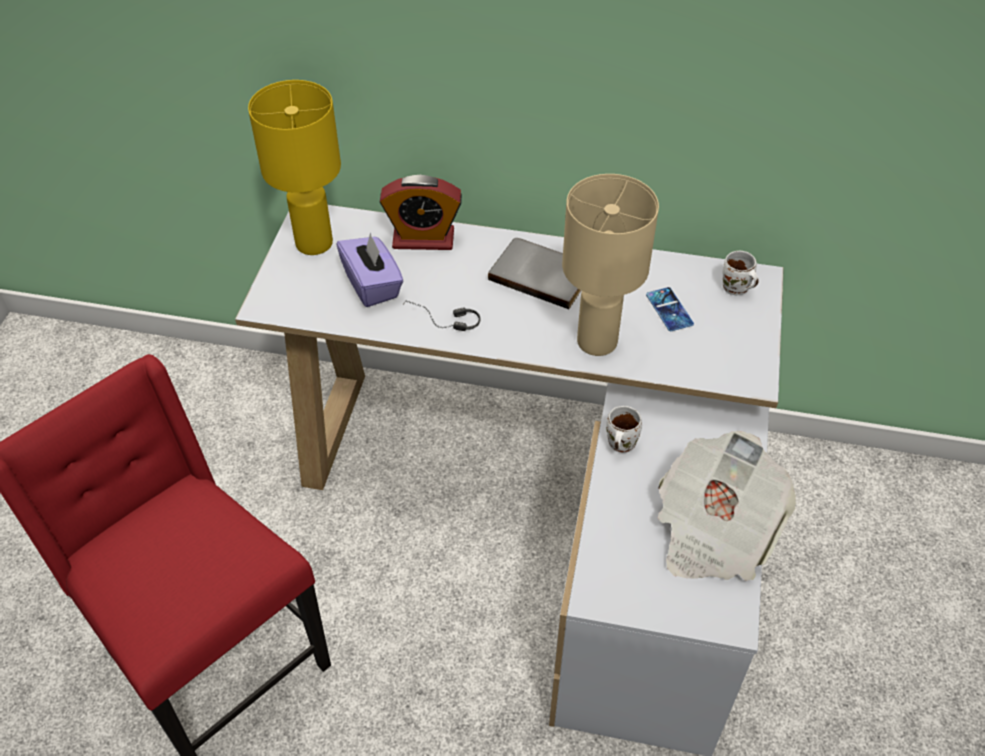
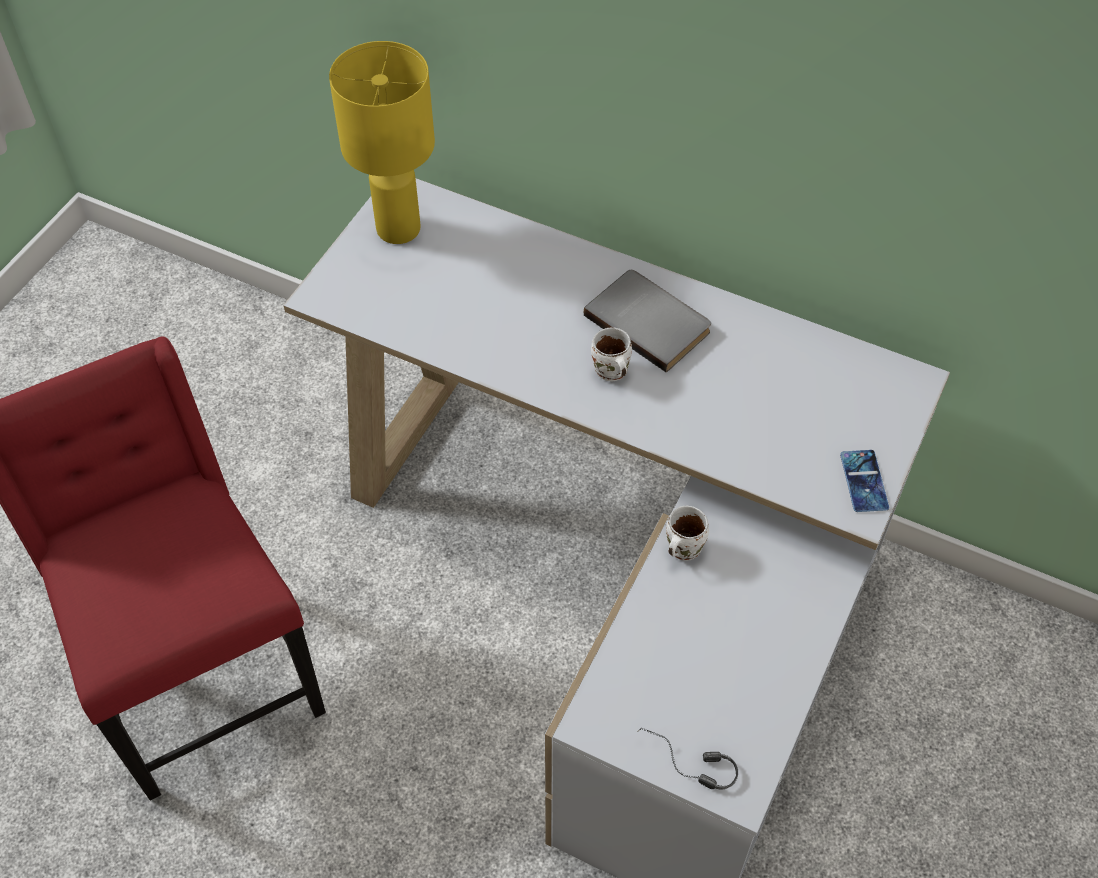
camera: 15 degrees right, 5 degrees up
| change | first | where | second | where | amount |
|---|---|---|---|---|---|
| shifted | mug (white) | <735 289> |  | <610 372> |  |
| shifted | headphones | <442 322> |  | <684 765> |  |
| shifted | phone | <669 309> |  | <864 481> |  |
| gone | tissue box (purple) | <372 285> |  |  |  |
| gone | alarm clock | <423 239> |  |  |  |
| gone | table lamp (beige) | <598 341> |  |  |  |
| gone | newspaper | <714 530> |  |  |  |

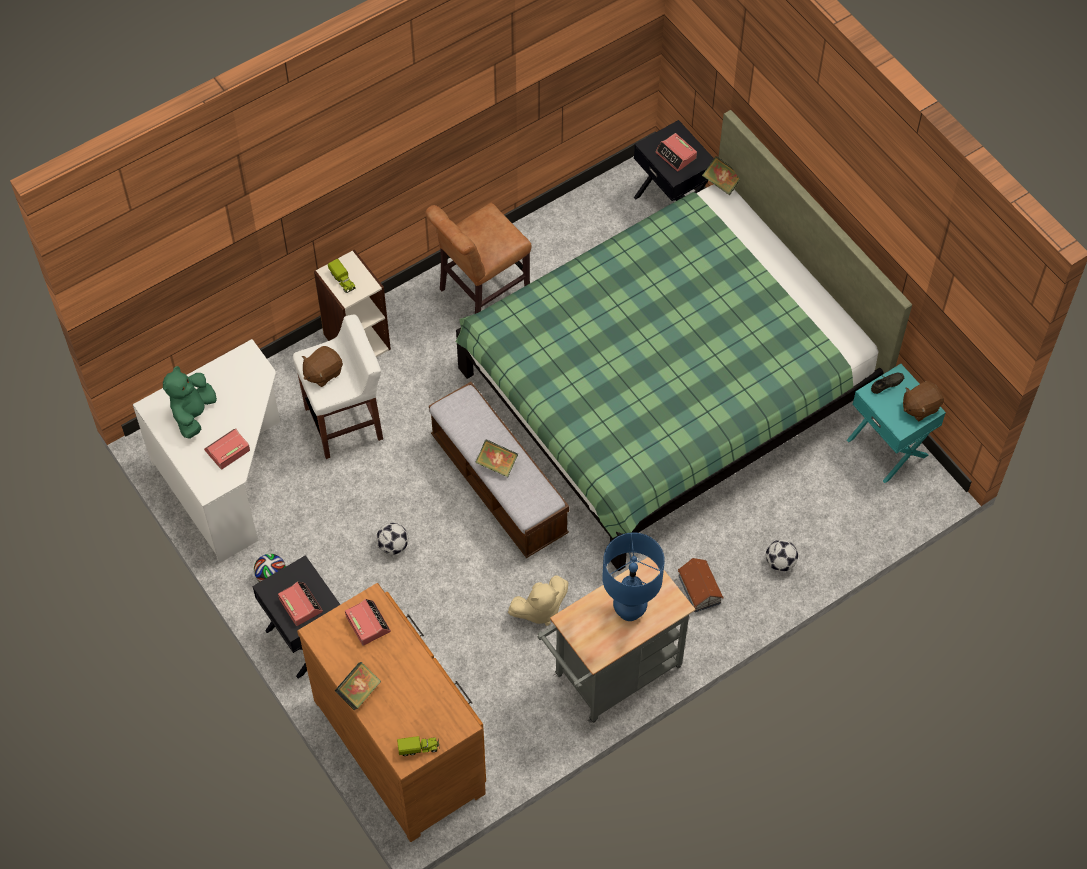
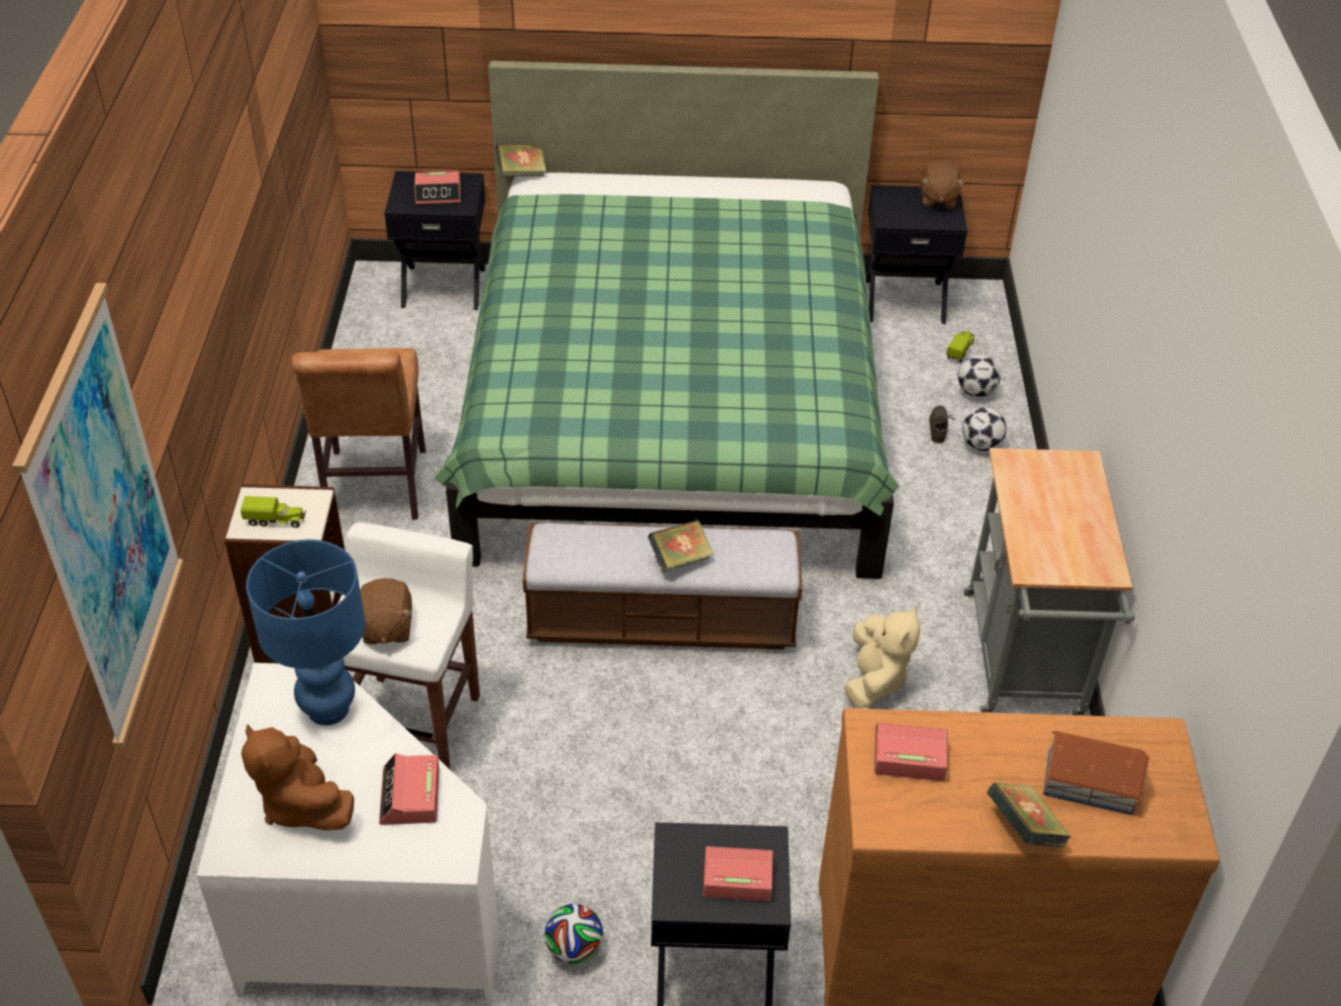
camera: 55 degrees left, 15 degrees down
| change | first | where | second | where | amount |
|---|---|---|---|---|---|
| new |  |  | picture | <105 521> |  |
| repainted | plush toy (green) | <193 414> | plush toy (brown) | <301 804> |  |
| shifted | table lamp (blue) | <629 610> |  | <327 709> |  |
| repainted | nightstand (turquoise) | <888 447> | nightstand (black) | <904 300> |  |
| shifted | shoe (grey) | <887 385> |  | <940 428> |  |
| shifted | toy truck | <419 748> |  | <960 350> |  |
| shifted | football | <393 546> |  | <975 392> |  |
| shifted | toy house | <699 589> |  | <1089 781> |  |

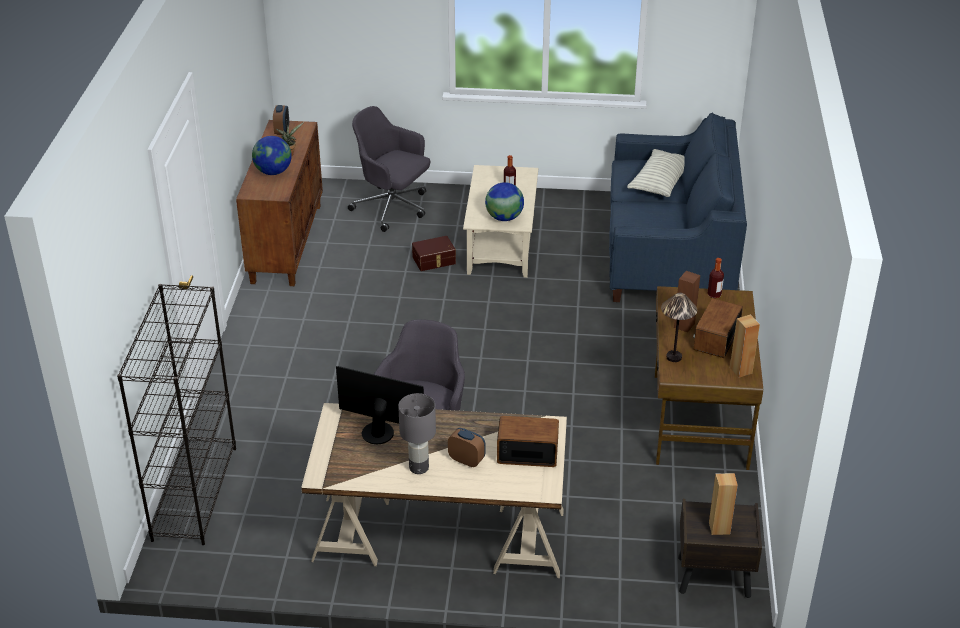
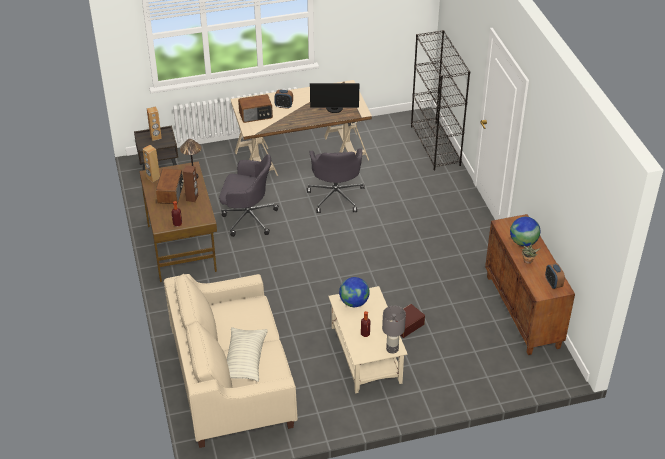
camera: 160 degrees right, 5 degrees up
| change | first | where | second | where | amount |
|---|---|---|---|---|---|
| repainted | sofa (blue) | <669 252> | sofa (beige) | <232 381> |  |
| shifted | office chair (grey) | <393 208> |  | <248 218> |  |
| shifted | table lamp (grey) | <419 468> |  | <392 349> |  |

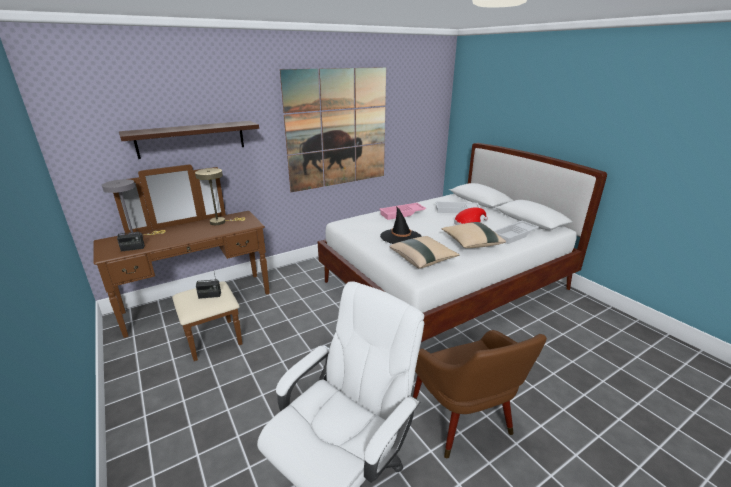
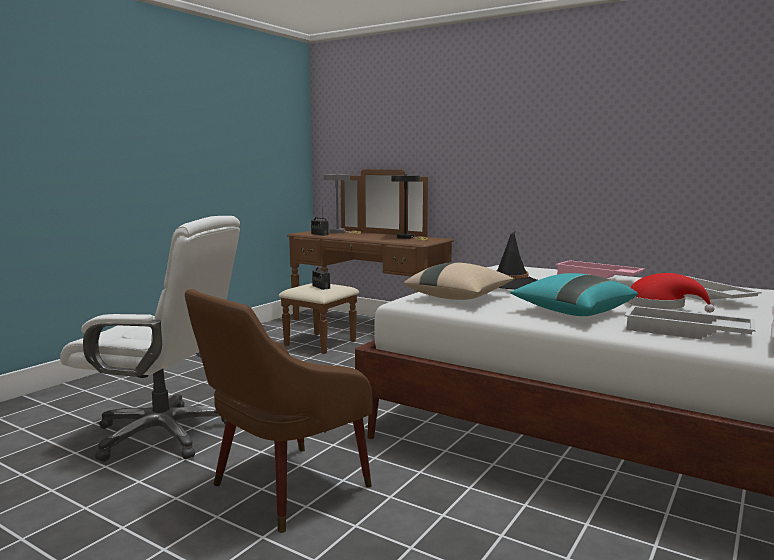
camera: 65 degrees right, 15 degrees down
| change | first | where | second | where | amount |
|---|---|---|---|---|---|
| repainted | table lamp (beige) | <221 222> | table lamp (black) | <407 238> |  |
| repainted | pillow (beige) | <471 243> | pillow (turquoise) | <572 312> |  |
| gone | shelf | <191 139> |  |  |  |
| gone | picture | <338 129> |  |  |  |

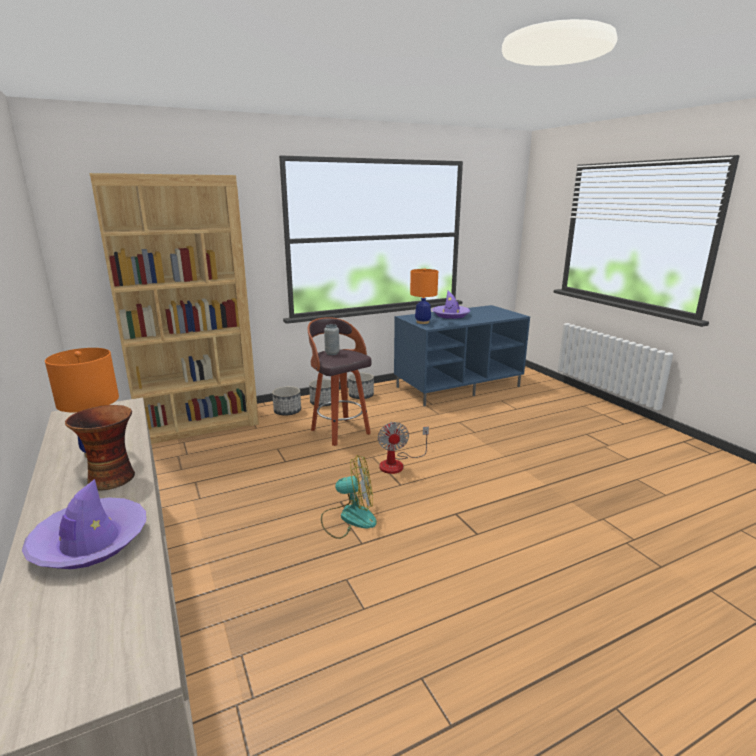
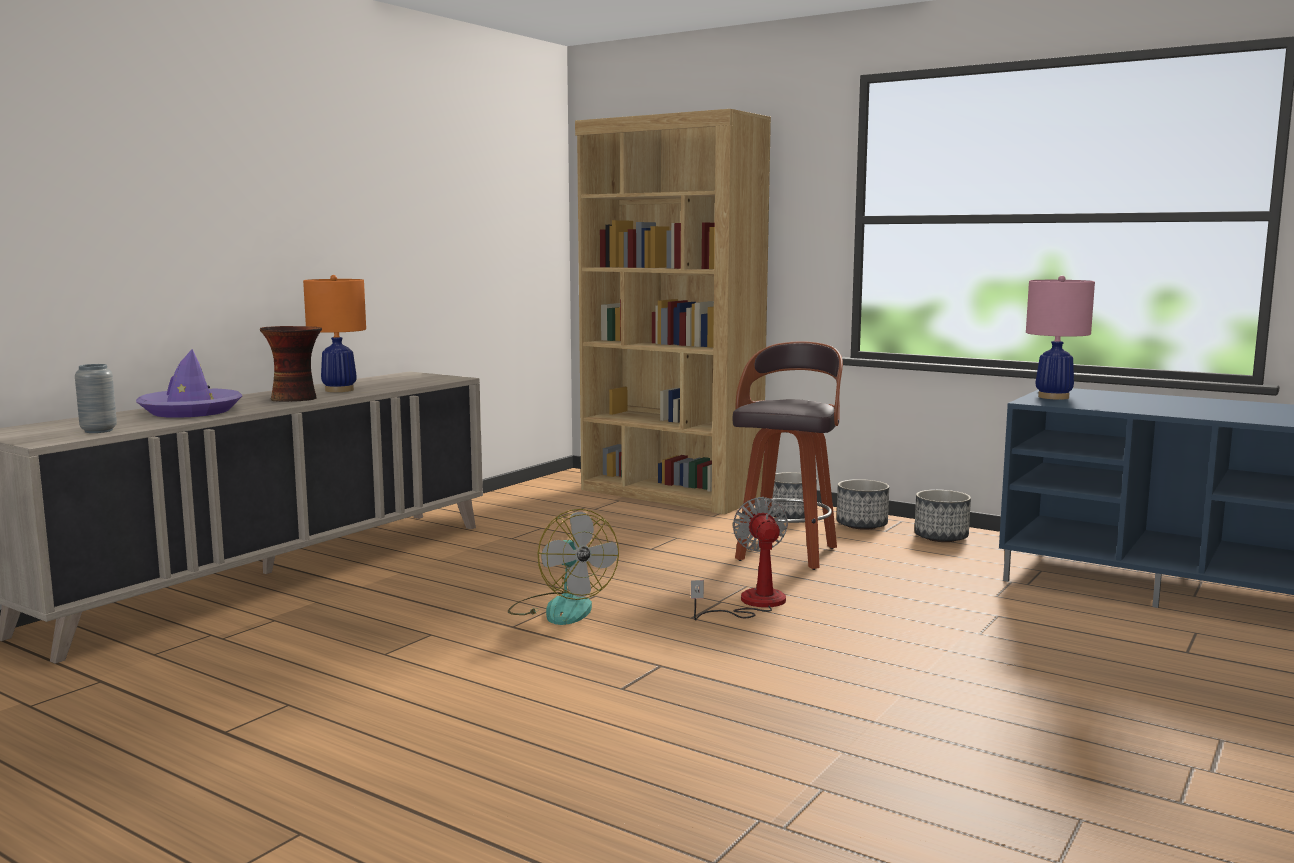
camera: 60 degrees right, 10 degrees down
| change | first | where | second | where | amount |
|---|---|---|---|---|---|
| shifted | vase (grey) | <332 353> |  | <98 431> |  |
| rotated | fan | <397 463> |  | <752 604> | 120 degrees clockwise |
| repainted | table lamp (orange) | <422 322> | table lamp (pink) | <1053 397> |  |
| gone | hat (purple) | <450 315> |  |  |  |

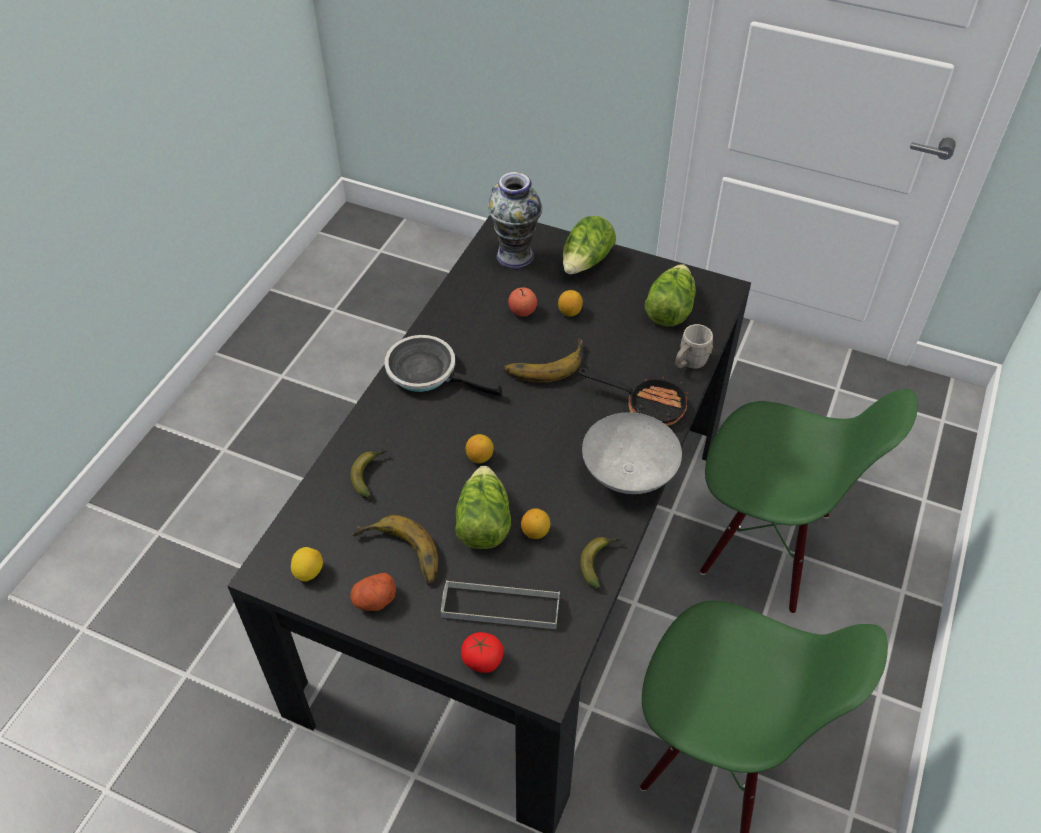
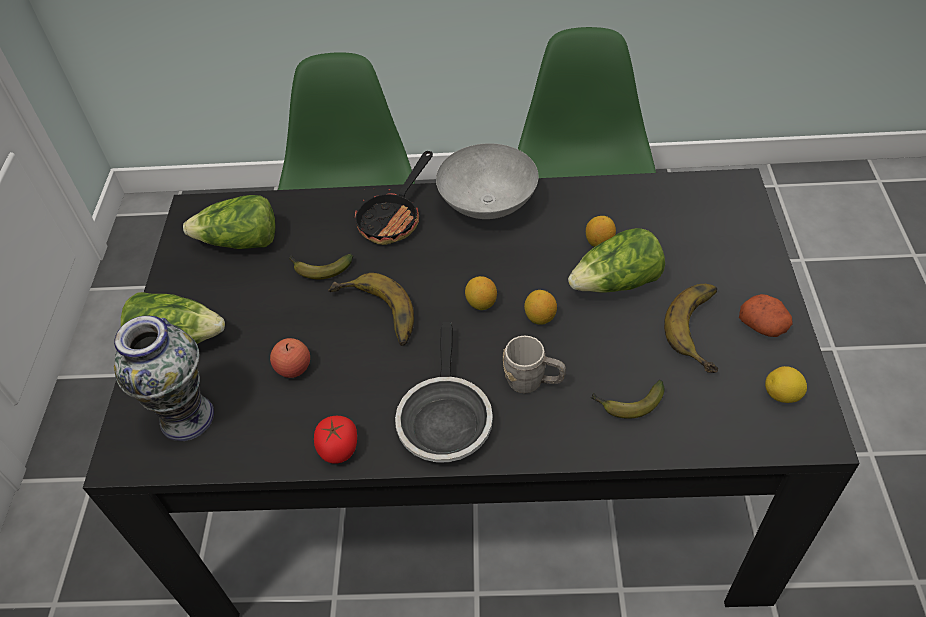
camera: 110 degrees left, 0 degrees up
| change | first | where | second | where | amount |
|---|---|---|---|---|---|
| shifted | banana | <599 562> |  | <319 269> |  |
| shifted | tomato | <482 660> |  | <339 449> |  |
| rotated | frying pan | <646 405> |  | <394 218> | 150 degrees counterclockwise |
| shifted | lemon | <569 312> |  | <481 304> |  |
| shifted | mug (grey) | <689 363> |  | <533 382> |  |
| gone | tray (grey) | <500 607> |  |  |  |

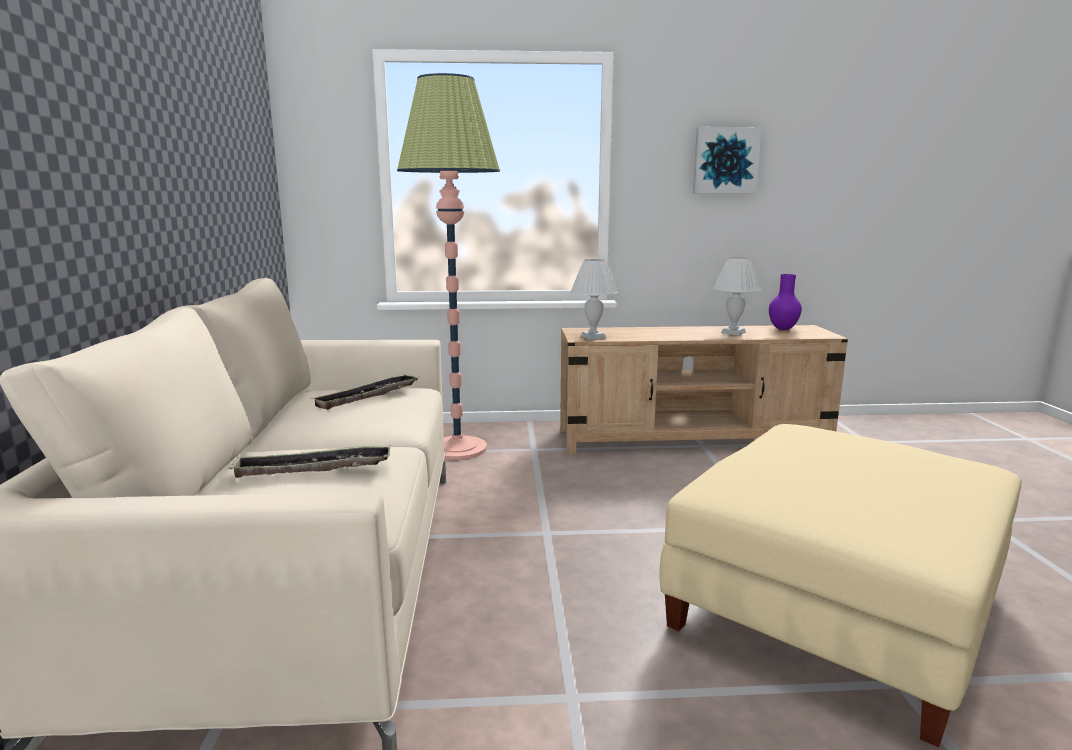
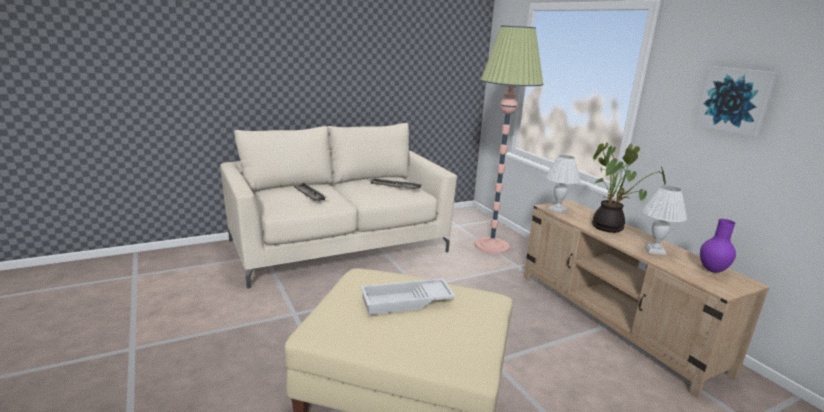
camera: 65 degrees right, 5 degrees up
| change | first | where | second | where | amount |
|---|---|---|---|---|---|
| new |  |  | tray (white) | <406 302> |  |
| new |  |  | potted plant | <610 227> |  |

